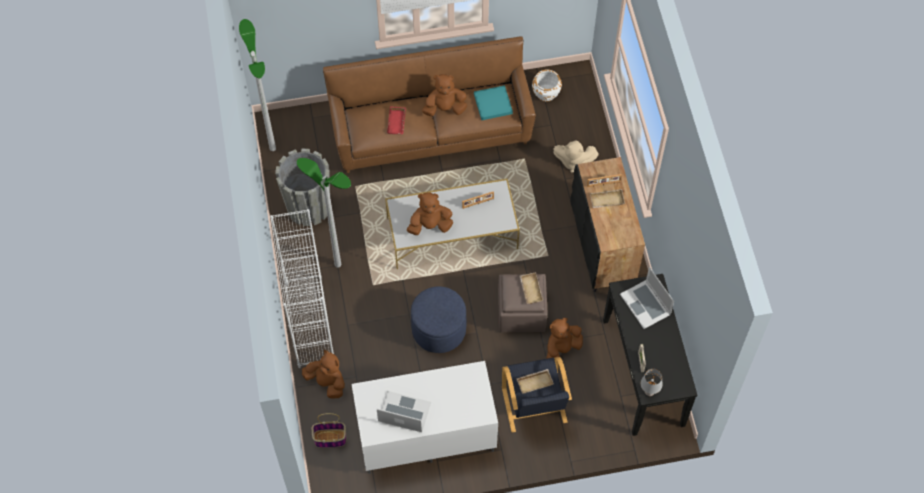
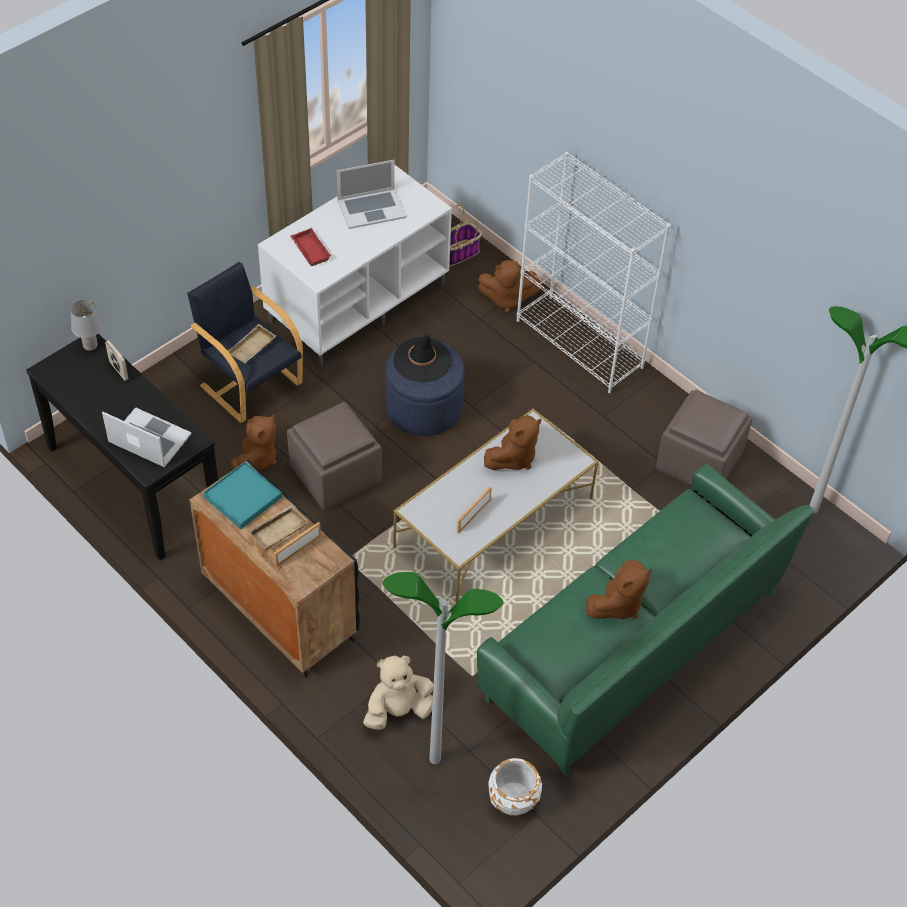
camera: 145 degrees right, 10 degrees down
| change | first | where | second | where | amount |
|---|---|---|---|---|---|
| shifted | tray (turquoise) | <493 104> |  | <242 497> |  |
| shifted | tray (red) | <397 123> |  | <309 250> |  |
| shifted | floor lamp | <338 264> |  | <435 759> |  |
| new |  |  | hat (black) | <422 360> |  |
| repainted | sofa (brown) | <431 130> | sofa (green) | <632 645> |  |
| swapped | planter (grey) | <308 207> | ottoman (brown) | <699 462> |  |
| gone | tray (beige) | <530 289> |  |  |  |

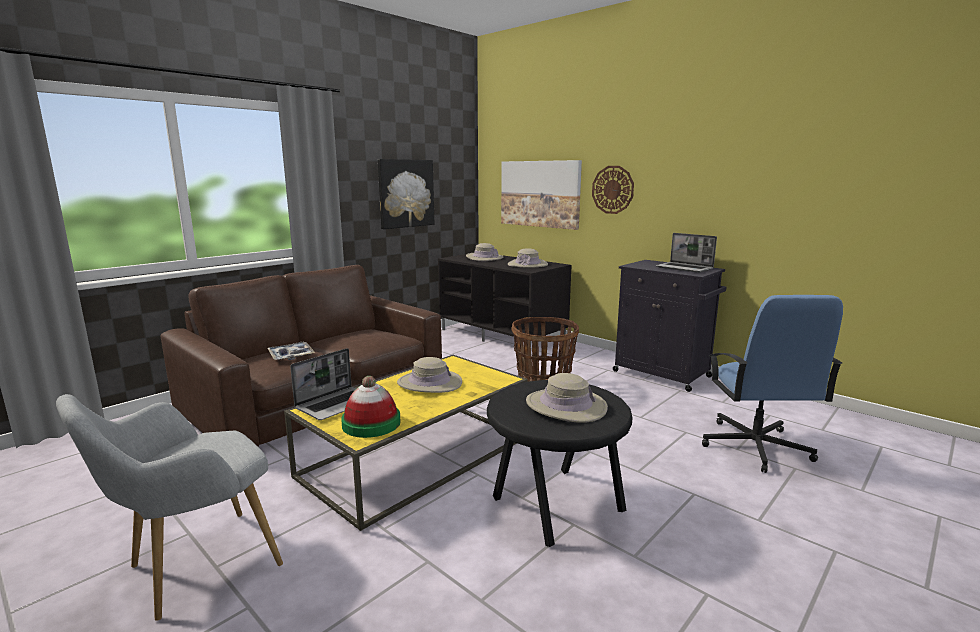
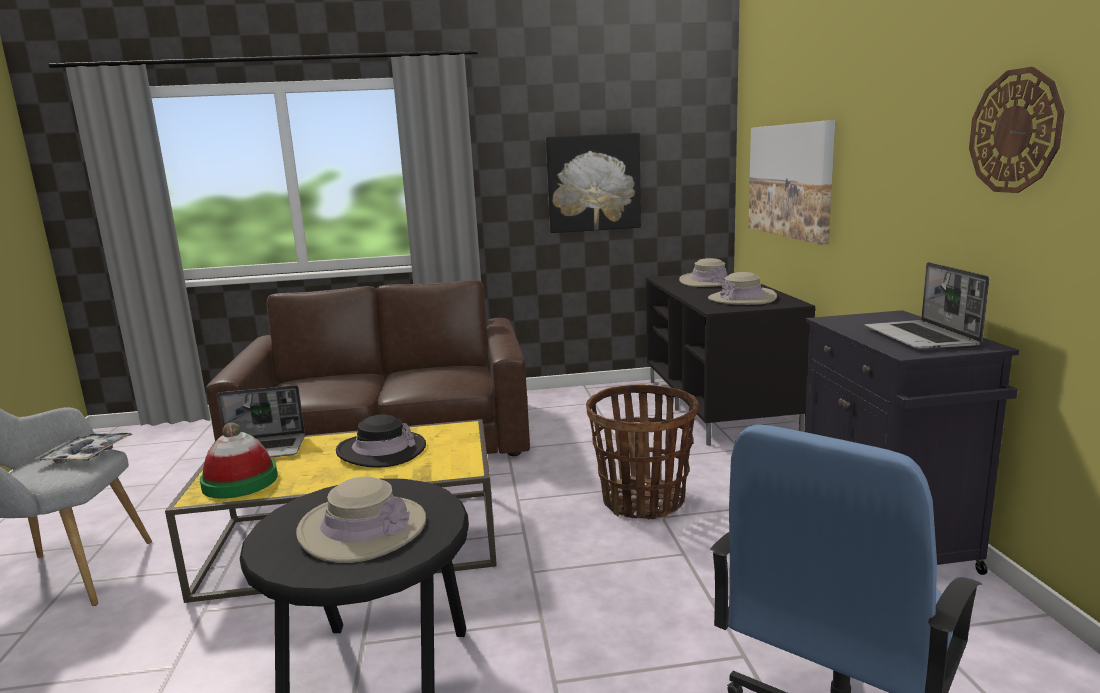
camera: 40 degrees right, 0 degrees up
| change | first | where | second | where | amount |
|---|---|---|---|---|---|
| shifted | tray | <291 356> |  | <87 454> |  |
| repainted | hat (beige) | <429 383> | hat (black) | <381 450> |  |
| shifted | wall clock | <612 189> |  | <1015 131> |  |

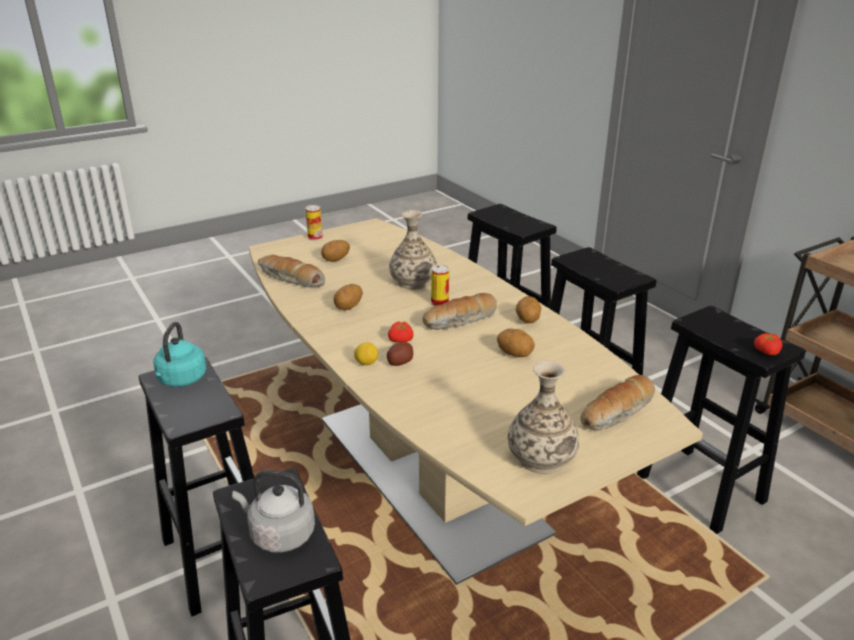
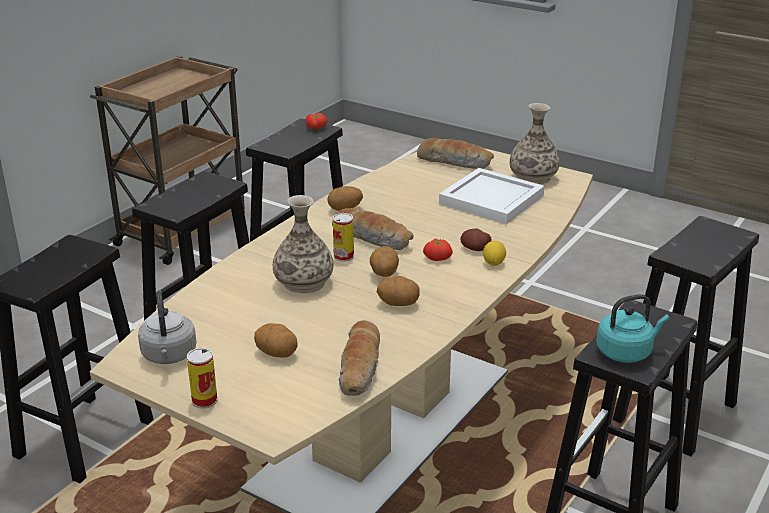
camera: 115 degrees left, 0 degrees up
| change | first | where | second | where | amount |
|---|---|---|---|---|---|
| shifted | kettle (grey) | <279 534> |  | <169 356> |  |
| shifted | potato | <515 354> |  | <383 274> |  |
| new |  |  | tray (white) | <493 199> |  |

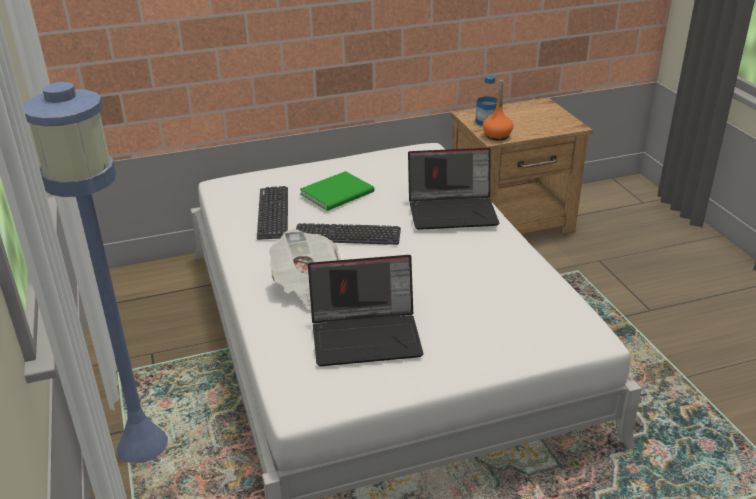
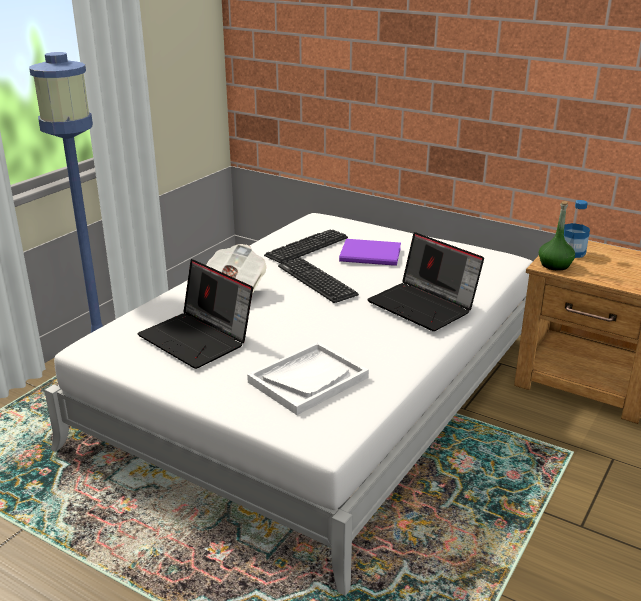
camera: 50 degrees right, 5 degrees down
| change | first | where | second | where | amount |
|---|---|---|---|---|---|
| new |  |  | tray (white) | <308 379> |  |
| repainted | book (green) | <339 193> | book (purple) | <372 255> |  |
| repainted | bottle (orange) | <497 136> | bottle (green) | <555 265> |  |

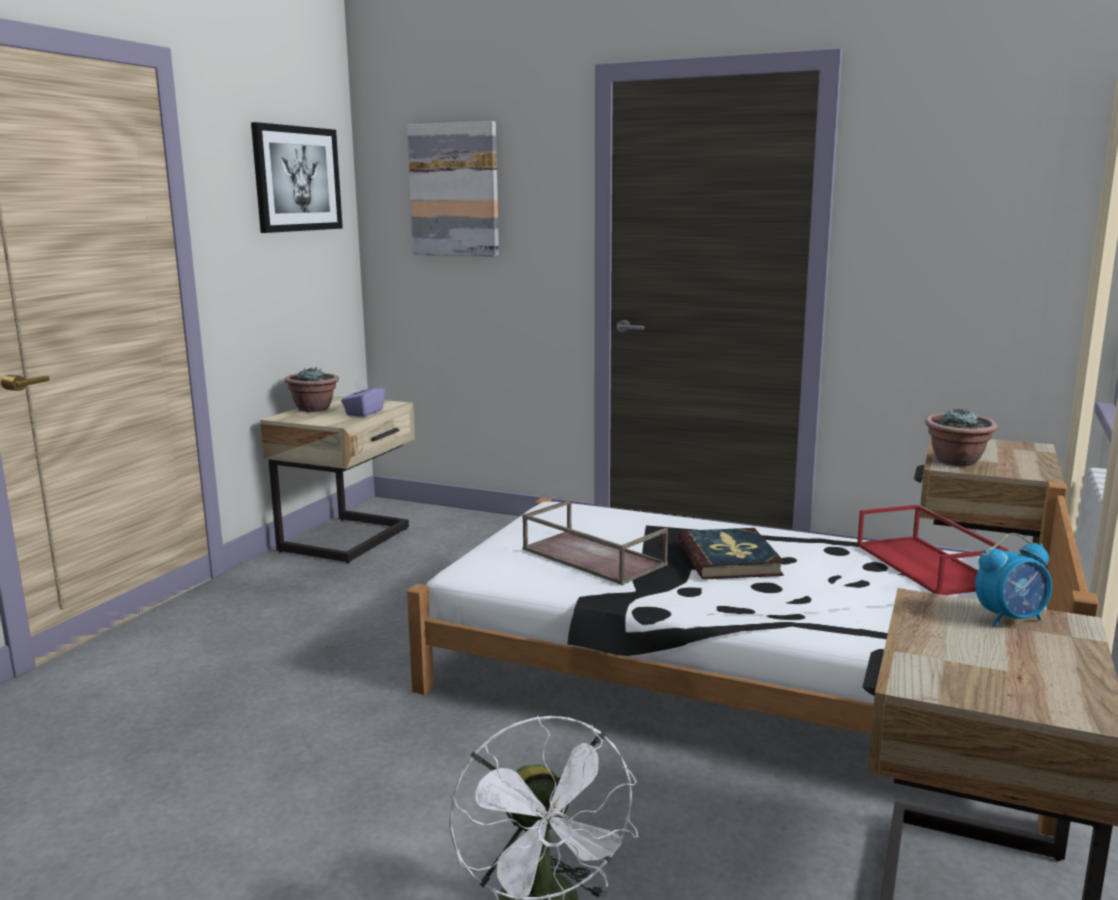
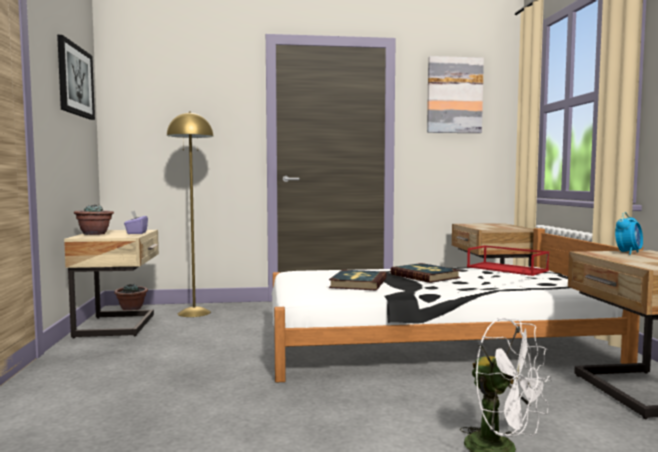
camera: 30 degrees left, 10 degrees down
| change | first | where | second | where | amount |
|---|---|---|---|---|---|
| shifted | potted plant | <957 461> |  | <132 309> |  |
| new |  |  | floor lamp (yellow) | <194 313> |  |
| swapped | tray (brown) | <591 557> | book | <358 283> |  |
| shifted | picture | <455 190> |  | <454 95> |  |

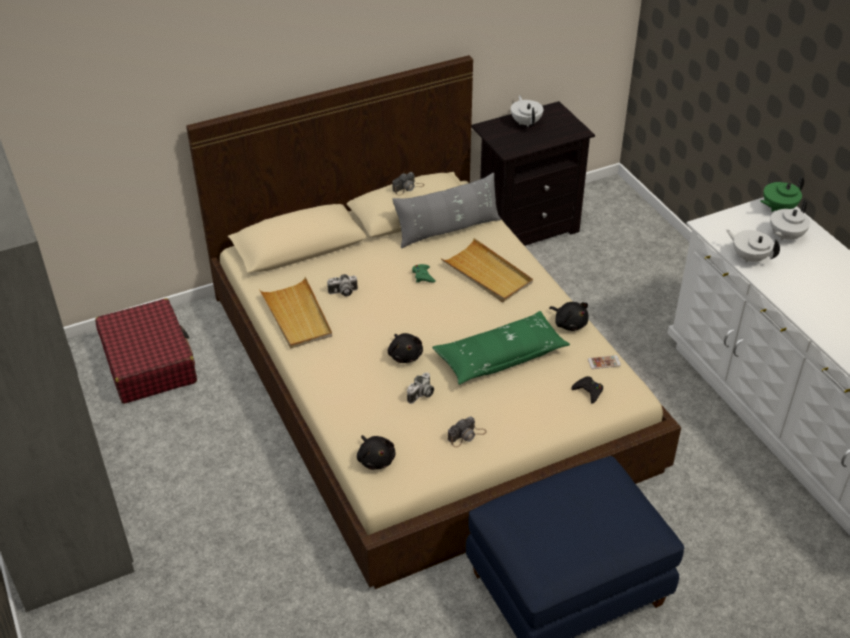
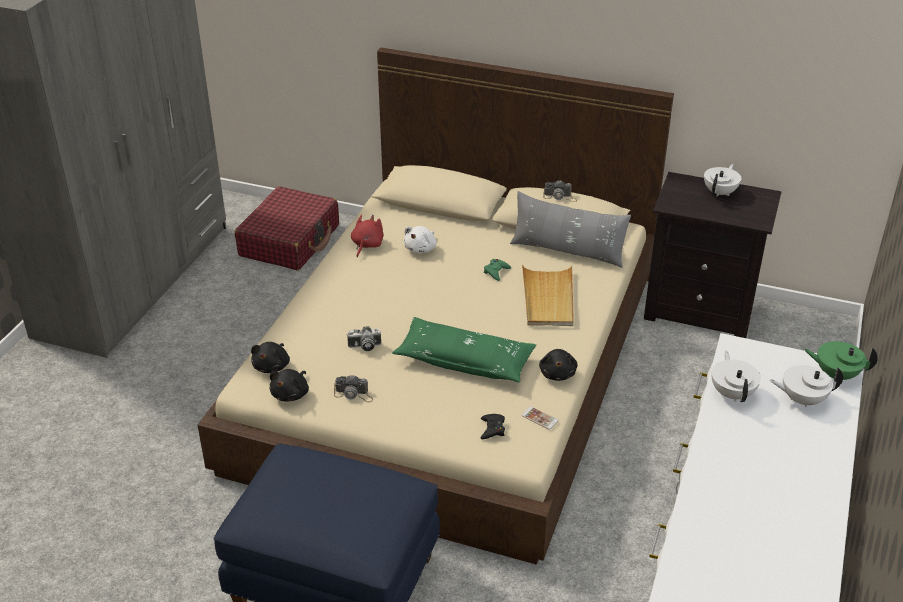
camera: 45 degrees right, 5 degrees down
| change | first | where | second | where | amount |
|---|---|---|---|---|---|
| shifted | plush toy (black) | <405 355> |  | <291 394> |  |
| swapped | tray (beige) | <297 316> | plush toy (red) | <366 245> |  |
| swapped | photo camera | <343 292> | plush toy (white) | <421 248> |  |

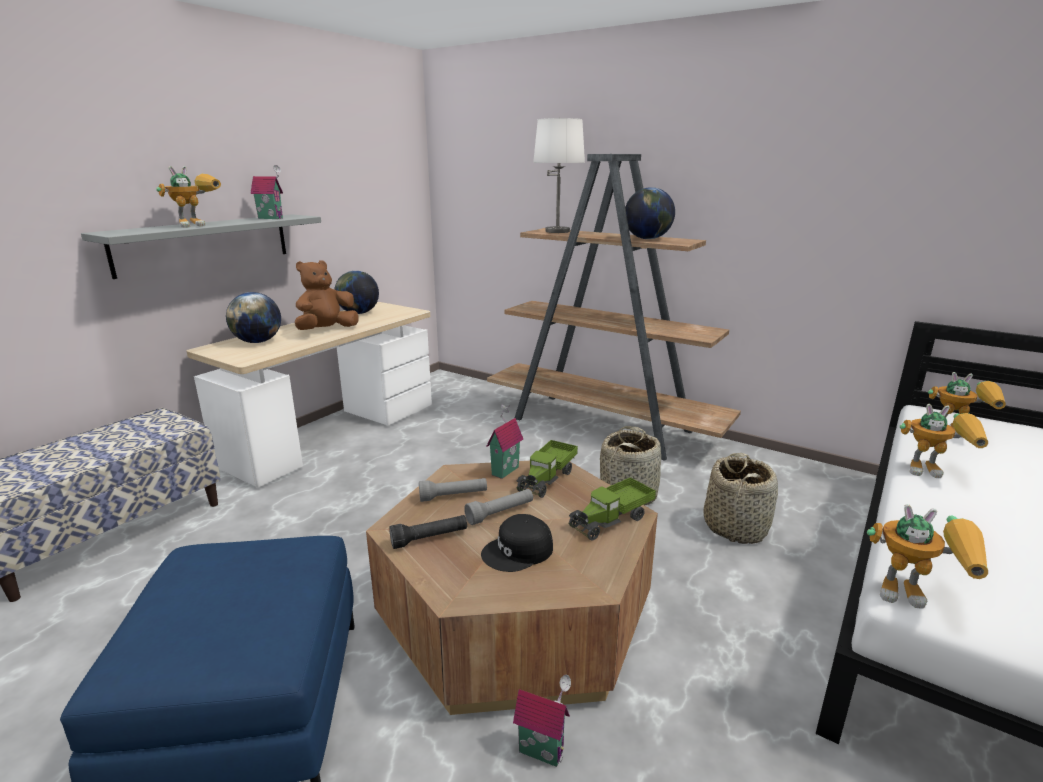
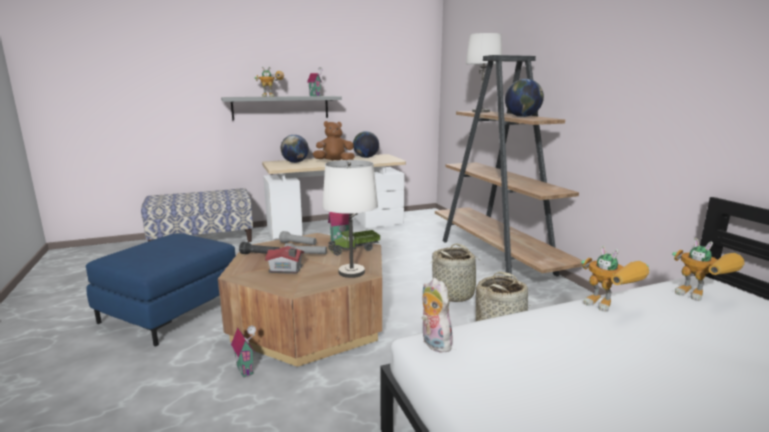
camera: 35 degrees right, 5 degrees down
| change | first | where | second | where | amount |
|---|---|---|---|---|---|
| swapped | cap (black) | <518 551> | toy house | <286 269> |  |
| swapped | toy truck | <611 520> | table lamp (white) | <352 272> |  |
| swapped | toy robot | <917 595> | plush toy | <433 343> |  |

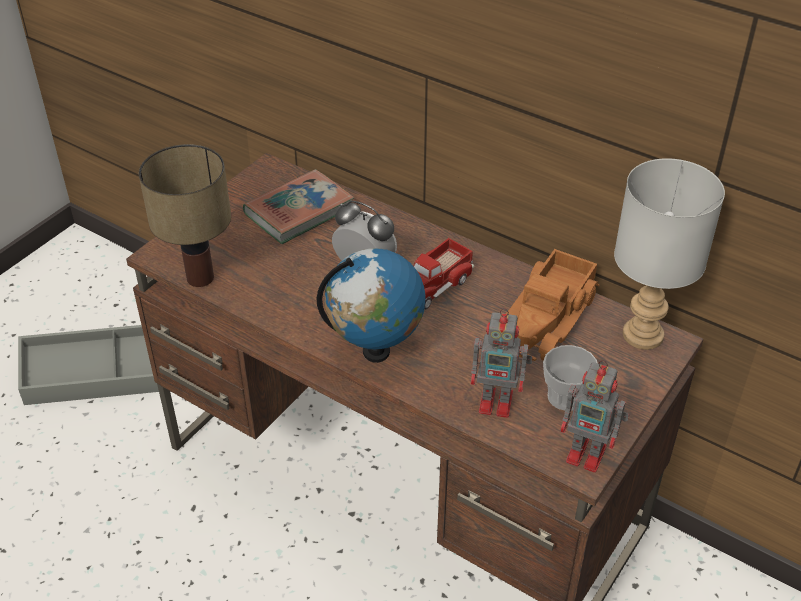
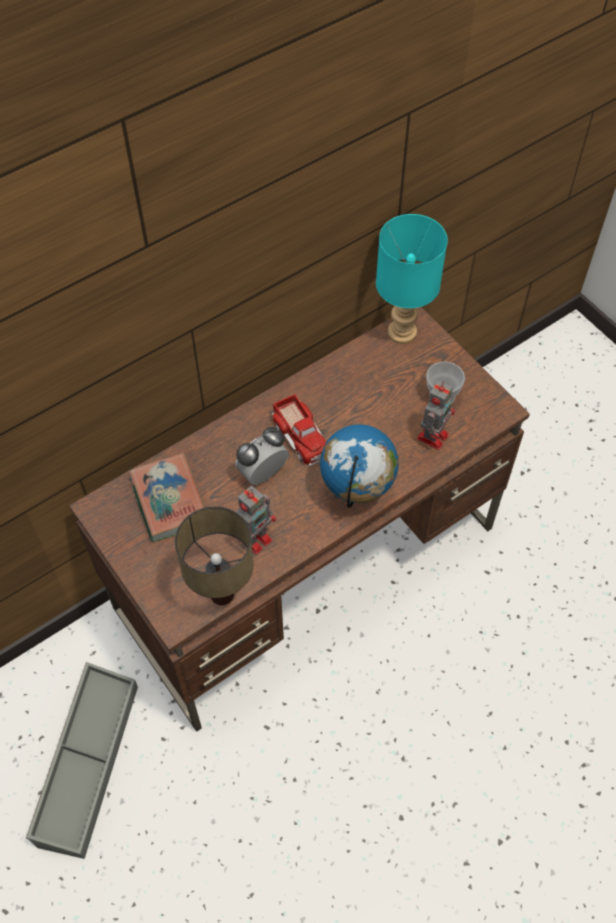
camera: 70 degrees left, 15 degrees up
| change | first | where | second | where | amount |
|---|---|---|---|---|---|
| shifted | toy robot | <588 454> |  | <256 538> |  |
| repainted | table lamp (grey) | <641 336> | table lamp (turquoise) | <402 333> |  |
| gone | toy truck | <547 318> |  |  |  |

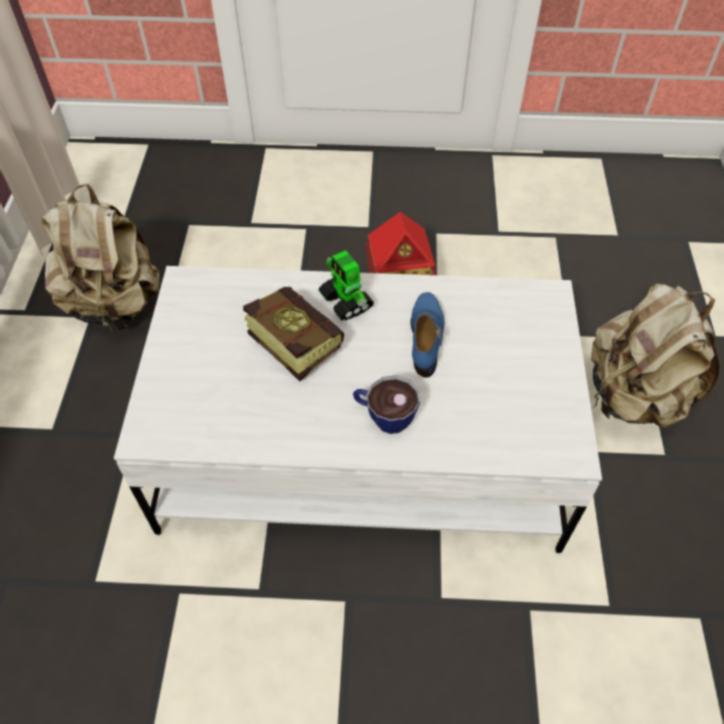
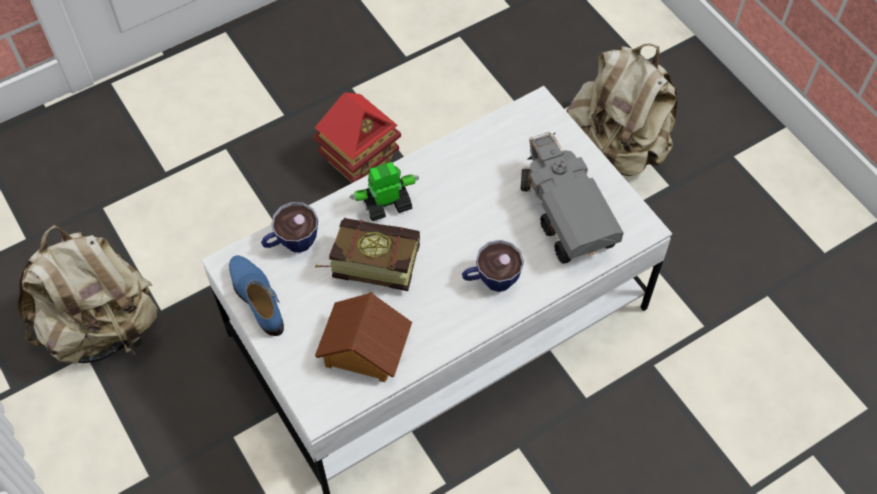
camera: 35 degrees left, 5 degrees up
| change | first | where | second | where | amount |
|---|---|---|---|---|---|
| shifted | shoe (blue) | <426 337> |  | <257 298> |  |
| new |  |  | cup | <291 243> |  |
| new |  |  | toy house | <363 349> |  |
| rotated | toy robot | <346 302> |  | <385 204> | 135 degrees clockwise |
| new |  |  | toy truck | <564 215> |  |

